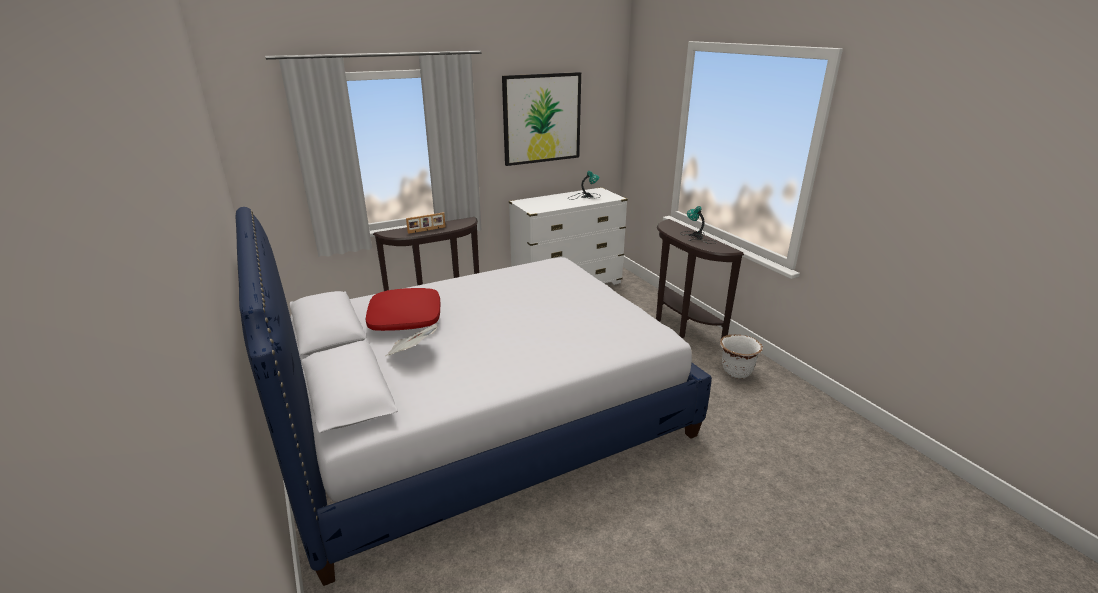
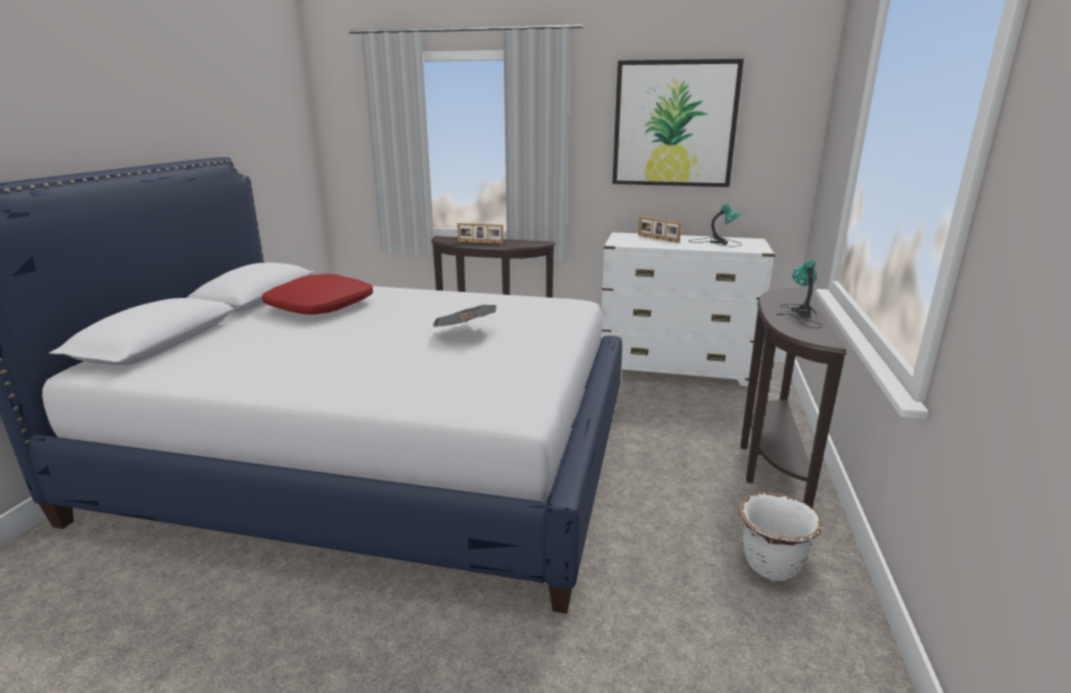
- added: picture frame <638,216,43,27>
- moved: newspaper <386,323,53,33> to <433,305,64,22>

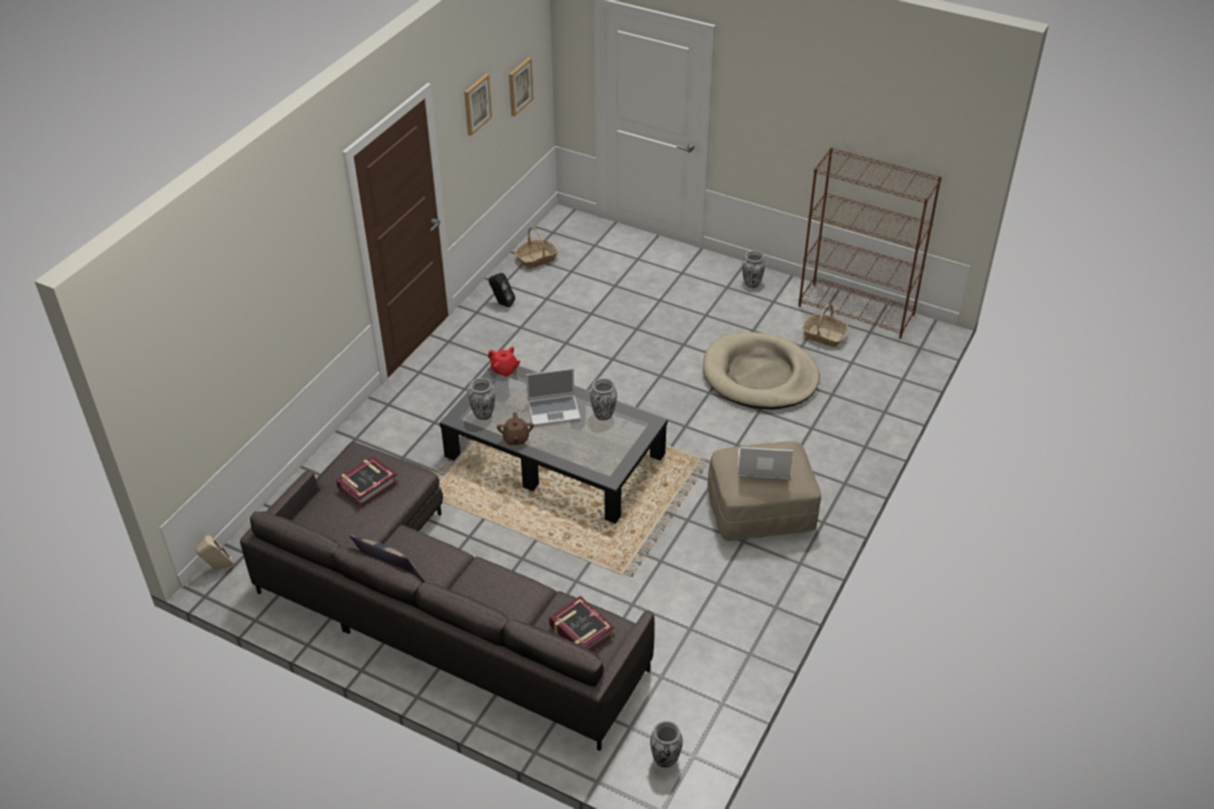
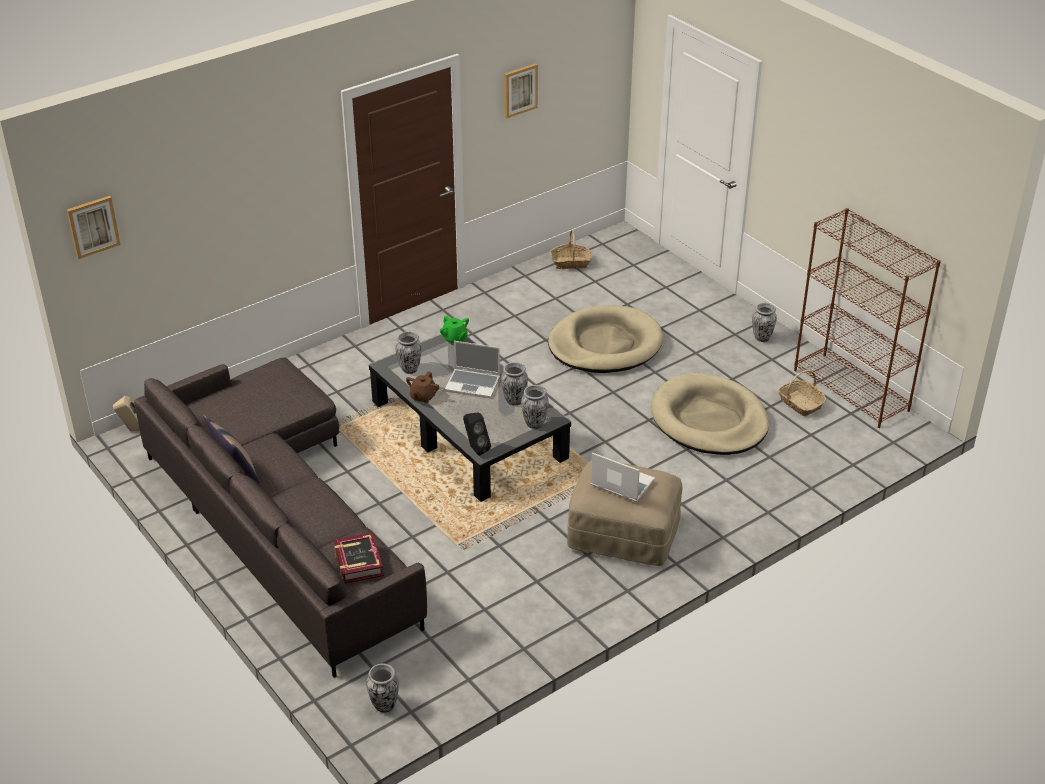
- removed: book <336,456,62,51>
- added: vase <521,385,28,44>
- added: beige dog bed <548,305,115,68>
- moved: black speaker <489,273,26,35> to <463,412,28,44>
- moved: picture <509,57,25,59> to <67,196,54,63>
- recoloured: red teapot <488,346,33,31> to green teapot <440,315,29,30>

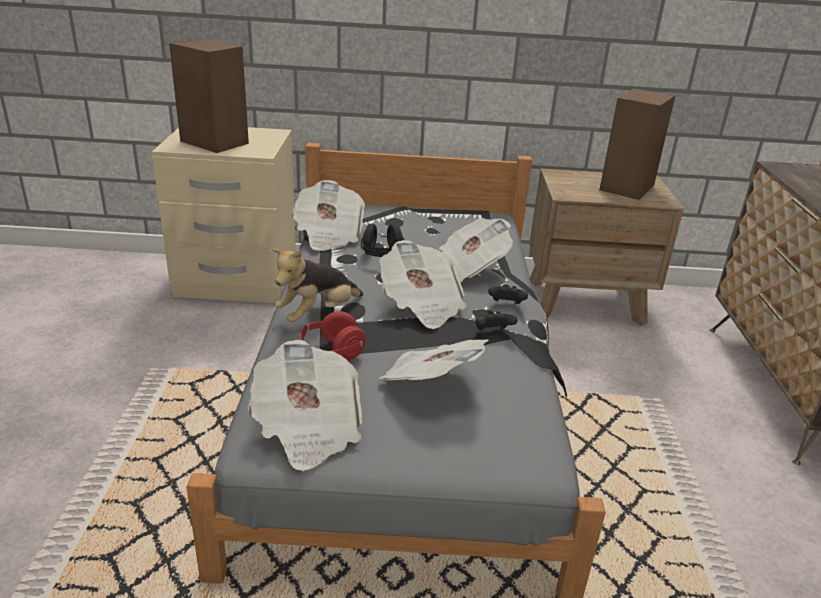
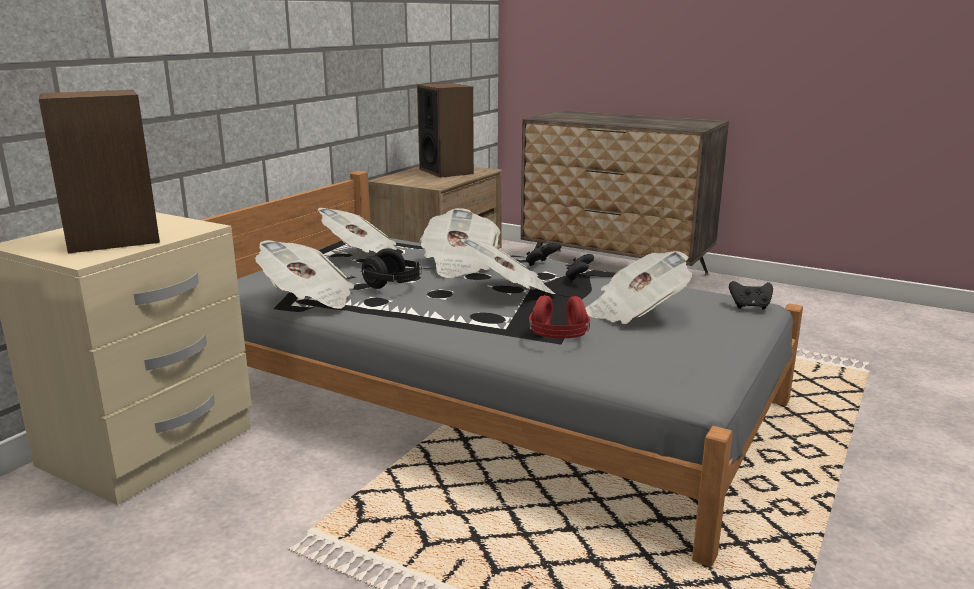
- removed: plush toy <272,249,91,73>
- added: black game controller <729,281,44,29>
- moved: newspaper <248,340,114,131> to <318,208,79,45>

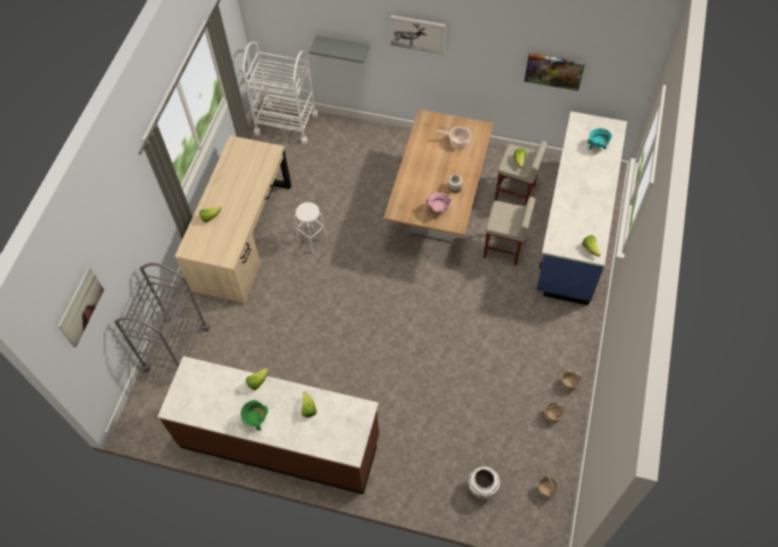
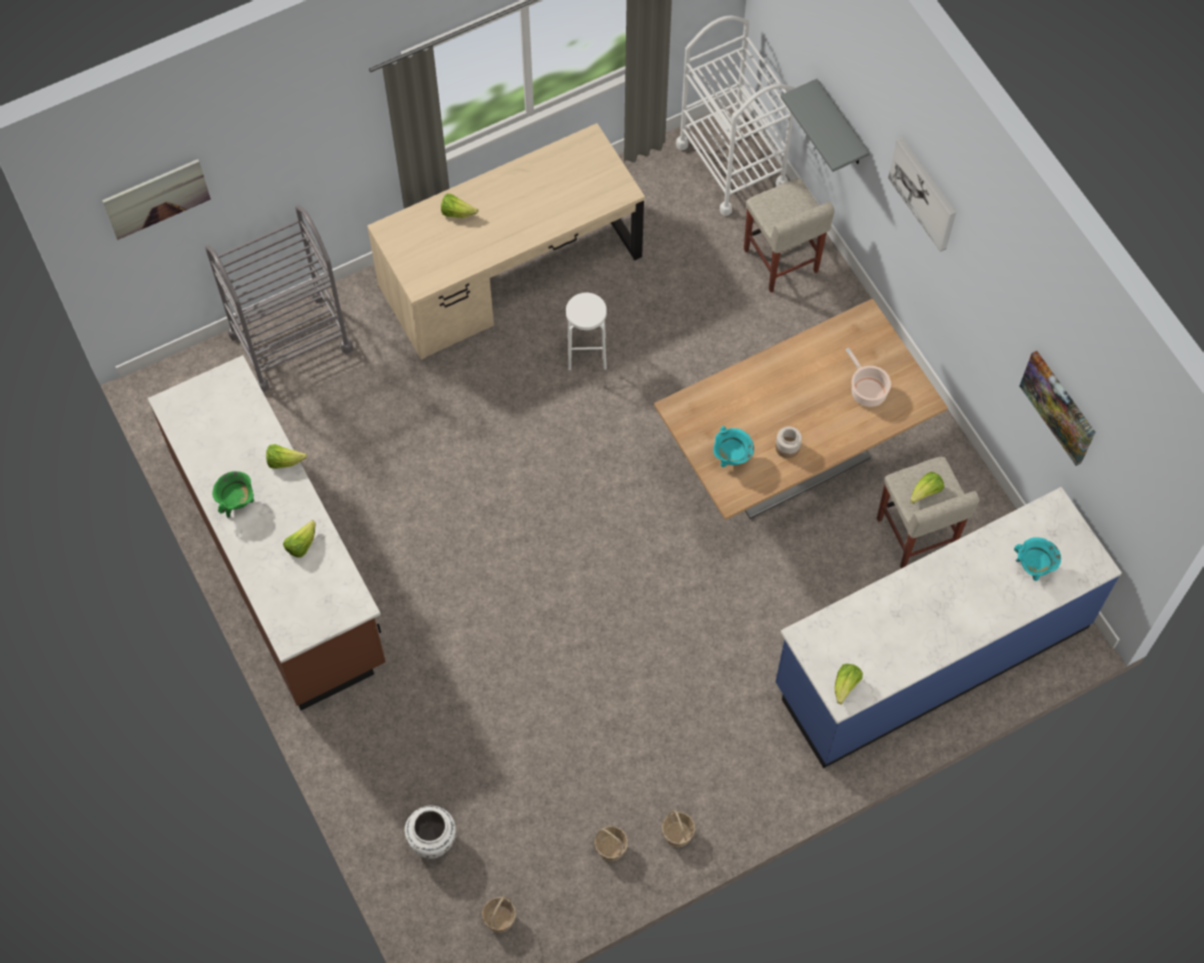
- moved: beige stool <483,196,52,70> to <744,178,91,115>
- recoloured: pink cooking pot <426,193,26,23> to turquoise cooking pot <713,426,41,41>

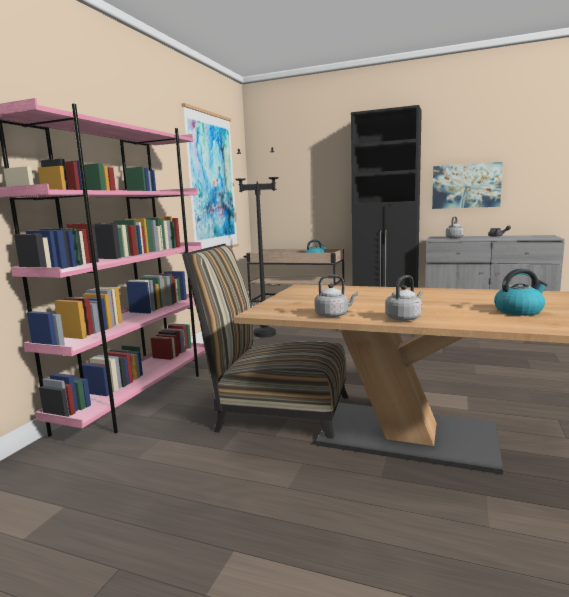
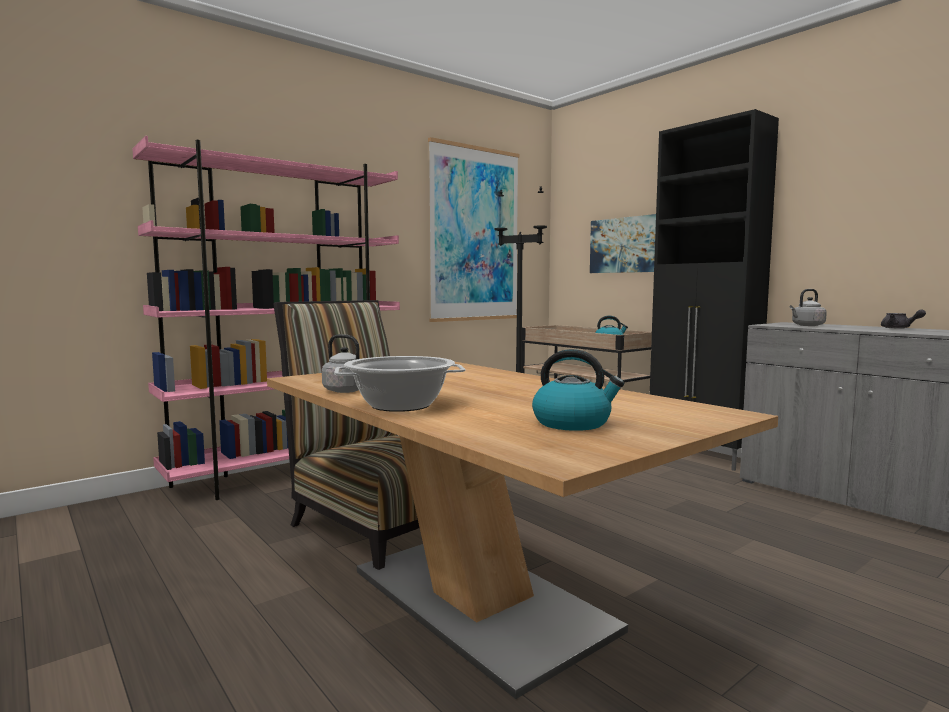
- moved: picture <432,162,71,47> to <590,214,66,59>
- replaced: grey kettle <385,275,38,46> to cooking pot <334,356,131,56>

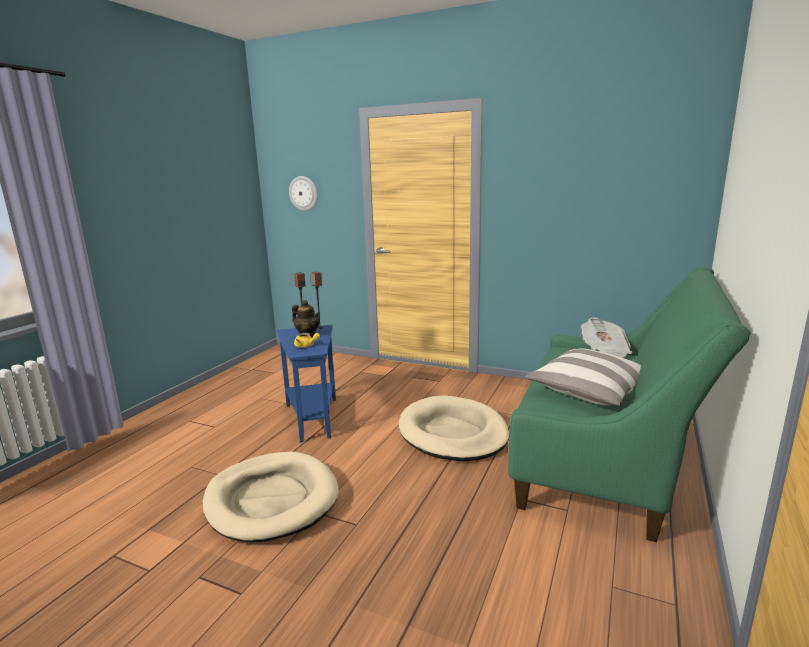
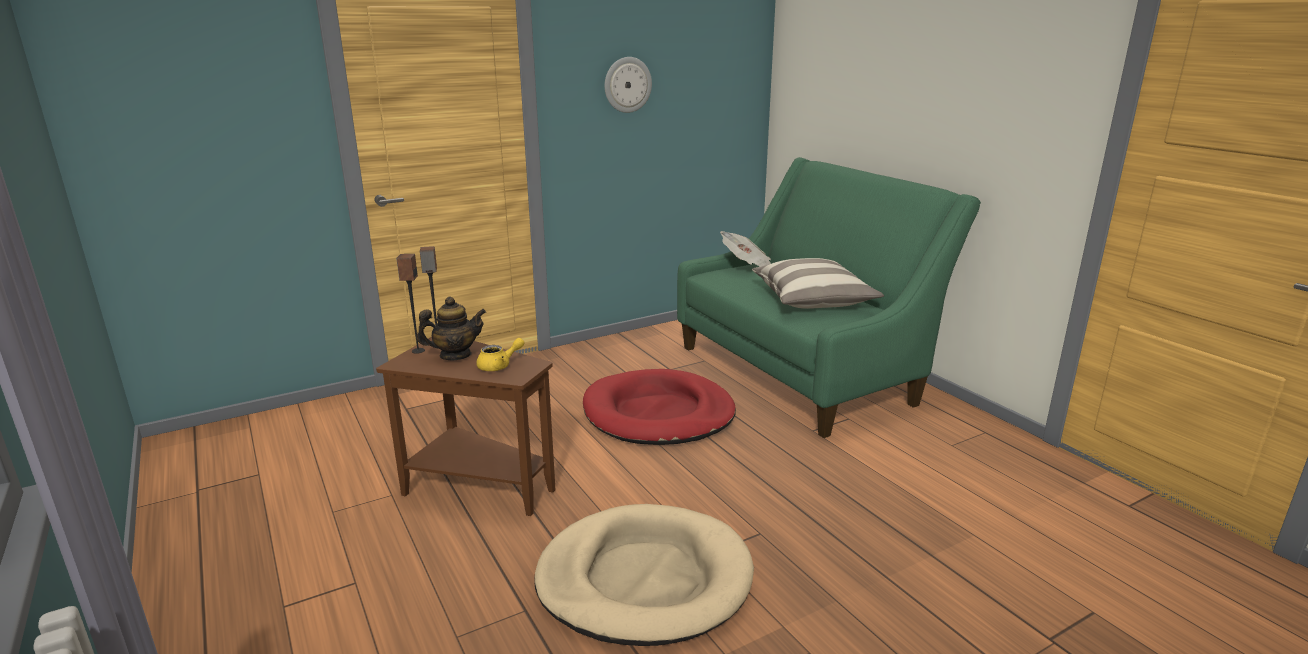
- moved: wall clock <289,176,29,35> to <605,57,47,56>
- recoloured: blue side table <276,325,60,117> to brown side table <376,337,179,179>
- recoloured: beige dog bed <399,395,110,66> to red dog bed <583,369,153,76>

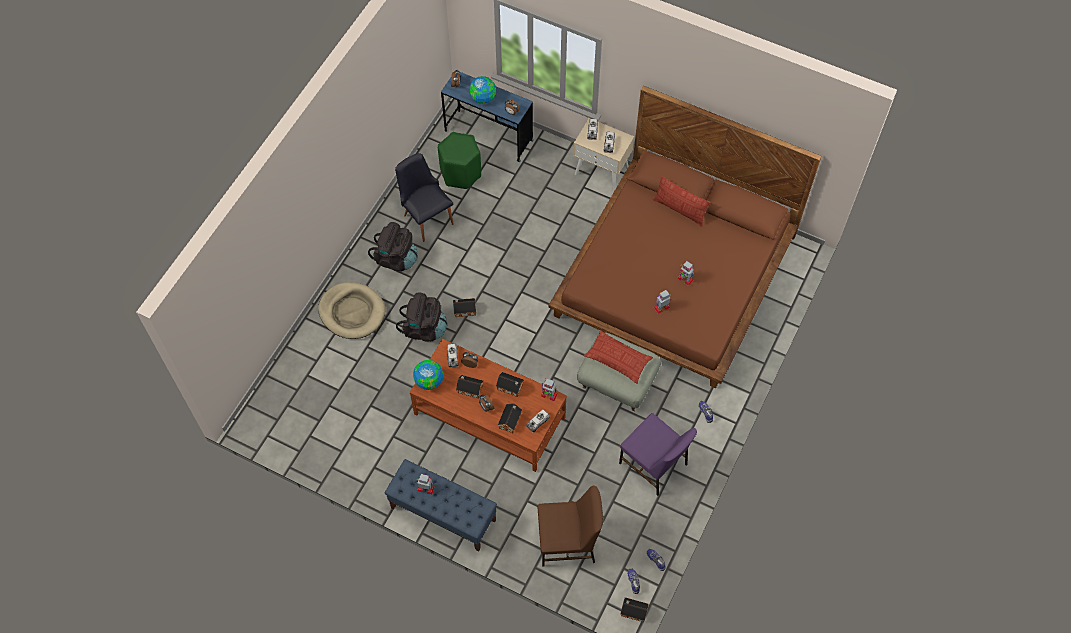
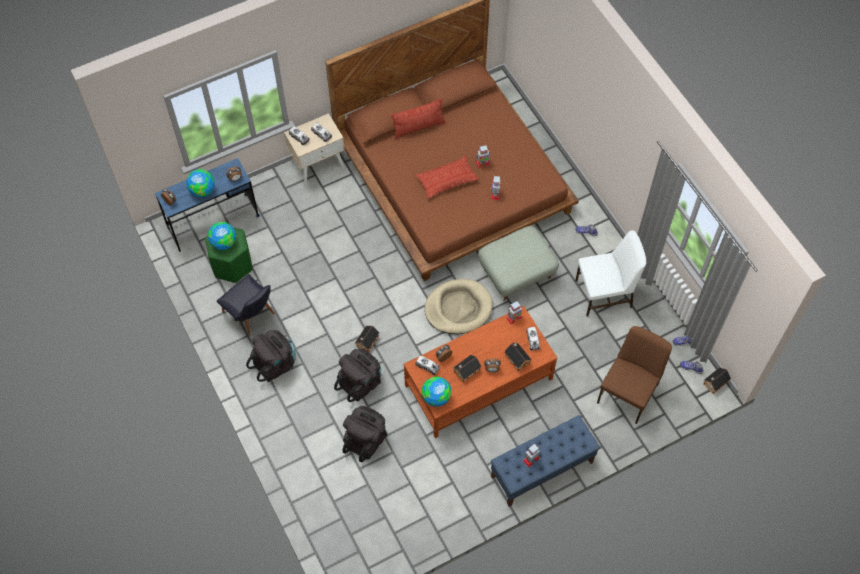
- removed: toy house <496,372,28,25>
- added: globe <208,222,28,28>
- added: black backpack <343,406,44,56>
- moved: beige dog bed <318,282,67,57> to <425,279,68,56>
- moved: pillow <584,330,69,54> to <416,156,63,43>
- recoloured: purple chair <619,413,78,83> to white chair <575,230,71,86>
- turned: black chair <395,153,59,89> = <217,274,58,62> 135 degrees counterclockwise

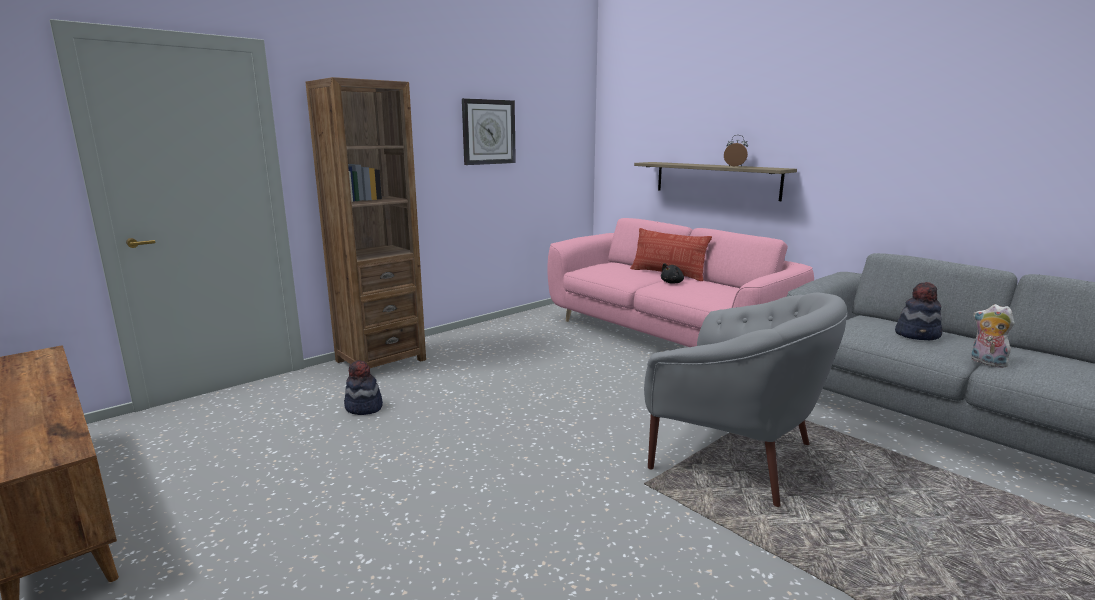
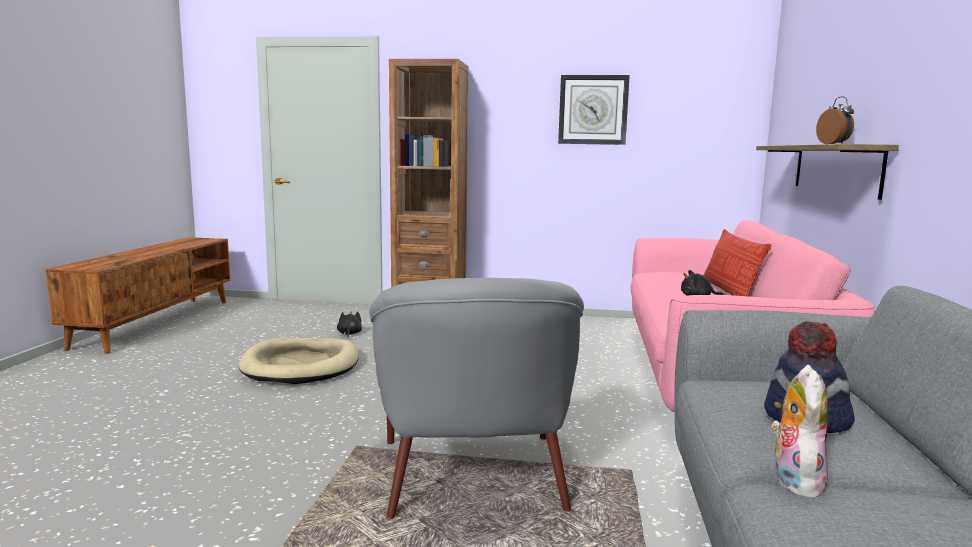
- added: beige dog bed <239,338,120,46>
- replaced: hat <344,360,39,55> to black plush toy <337,311,25,27>

